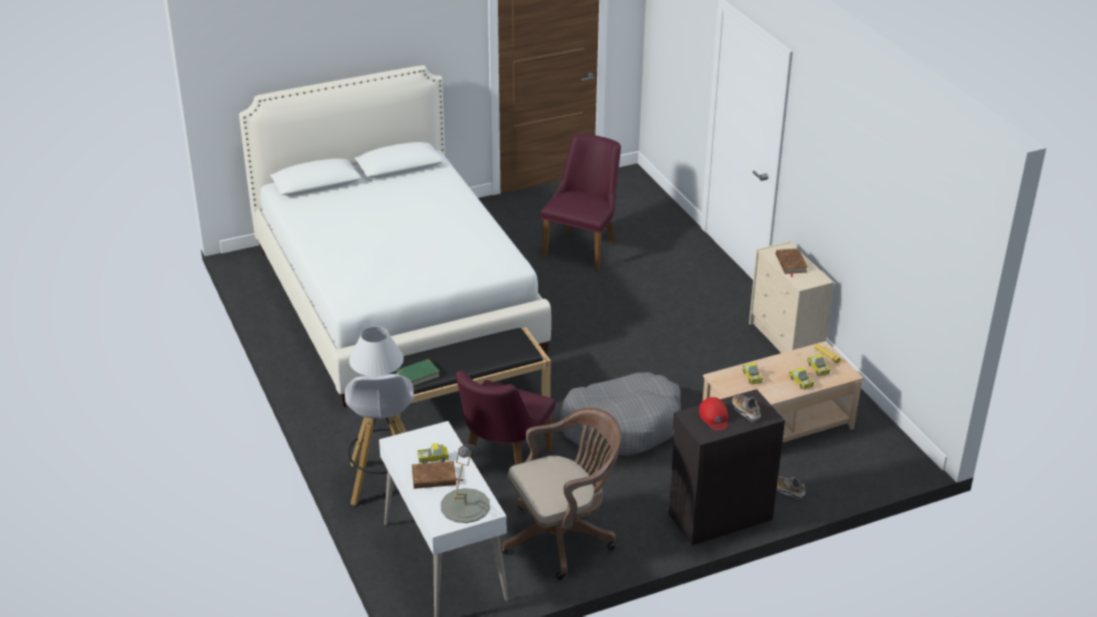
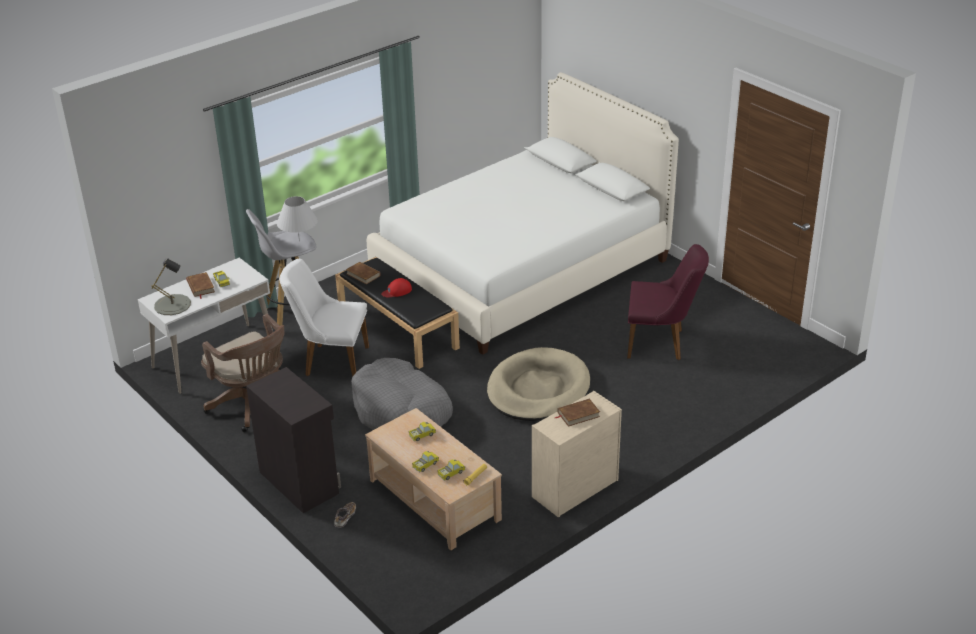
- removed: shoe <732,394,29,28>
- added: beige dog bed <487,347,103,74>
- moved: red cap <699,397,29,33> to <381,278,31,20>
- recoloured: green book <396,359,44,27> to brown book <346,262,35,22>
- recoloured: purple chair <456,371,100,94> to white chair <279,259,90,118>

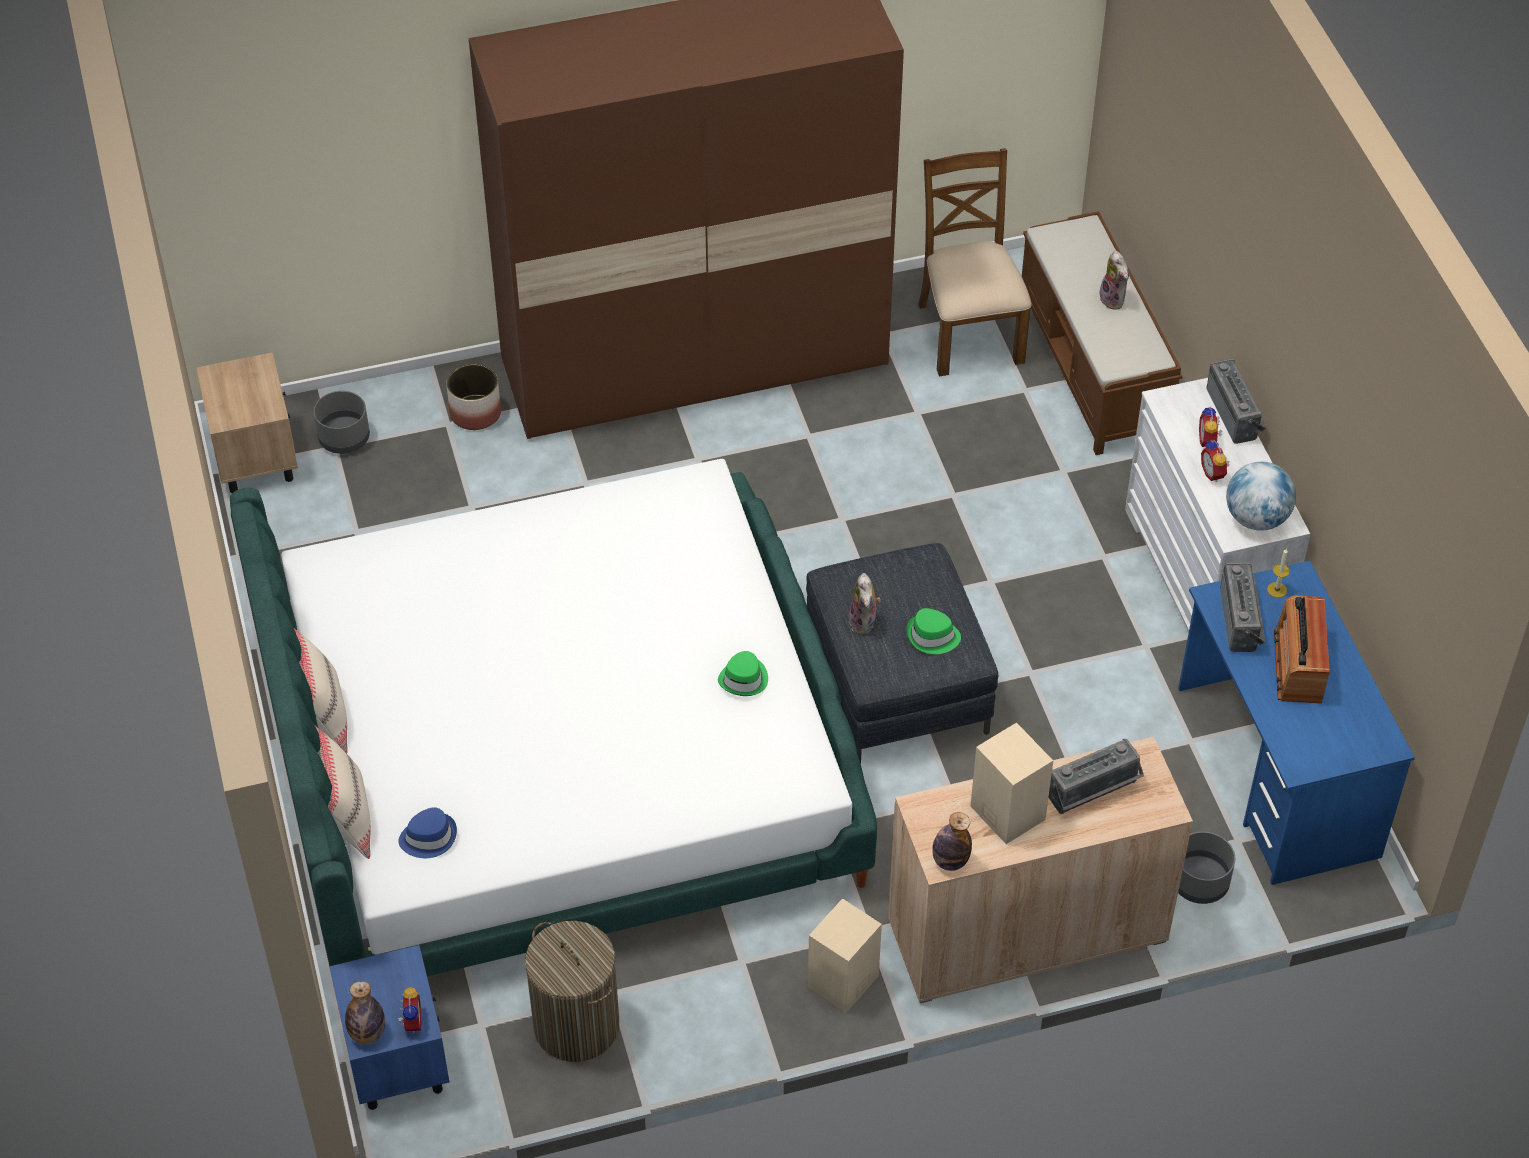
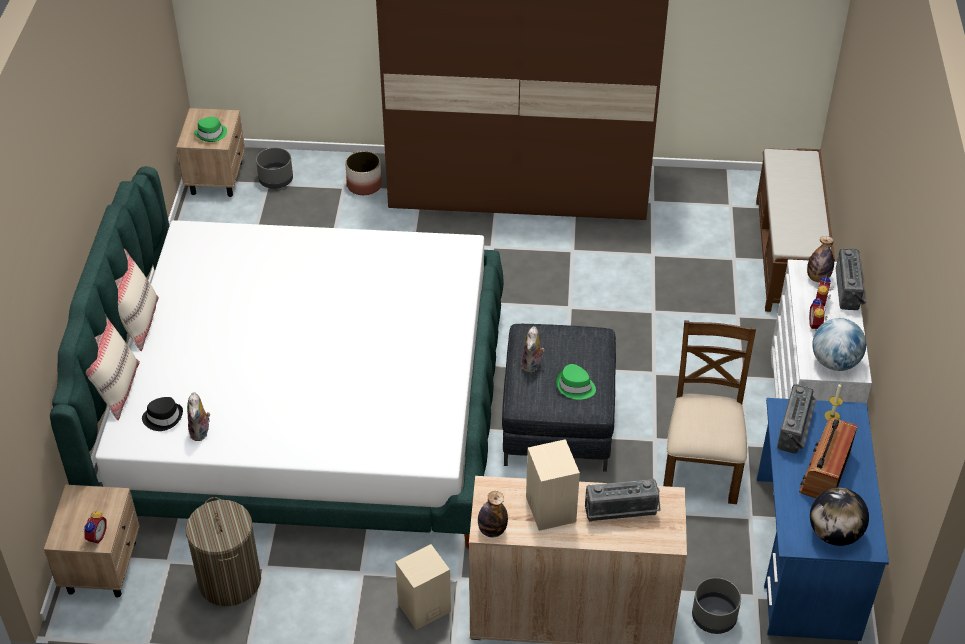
- added: globe <810,487,59,59>
- moved: bottle <345,981,40,63> to <807,236,27,46>
- moved: green hat <718,651,50,45> to <194,117,33,25>
- moved: brown chair <918,148,114,228> to <663,320,93,184>
- moved: plush toy <1099,251,31,59> to <187,392,23,49>
- recoloured: blue nightstand <329,945,120,165> to beige nightstand <44,485,95,113>
- recoloured: blue hat <398,807,59,51> to black hat <142,397,41,34>

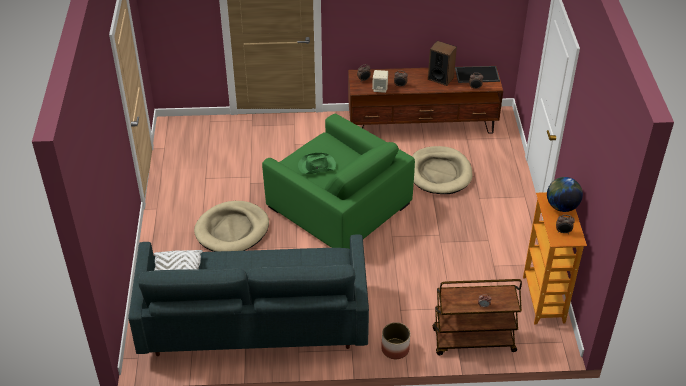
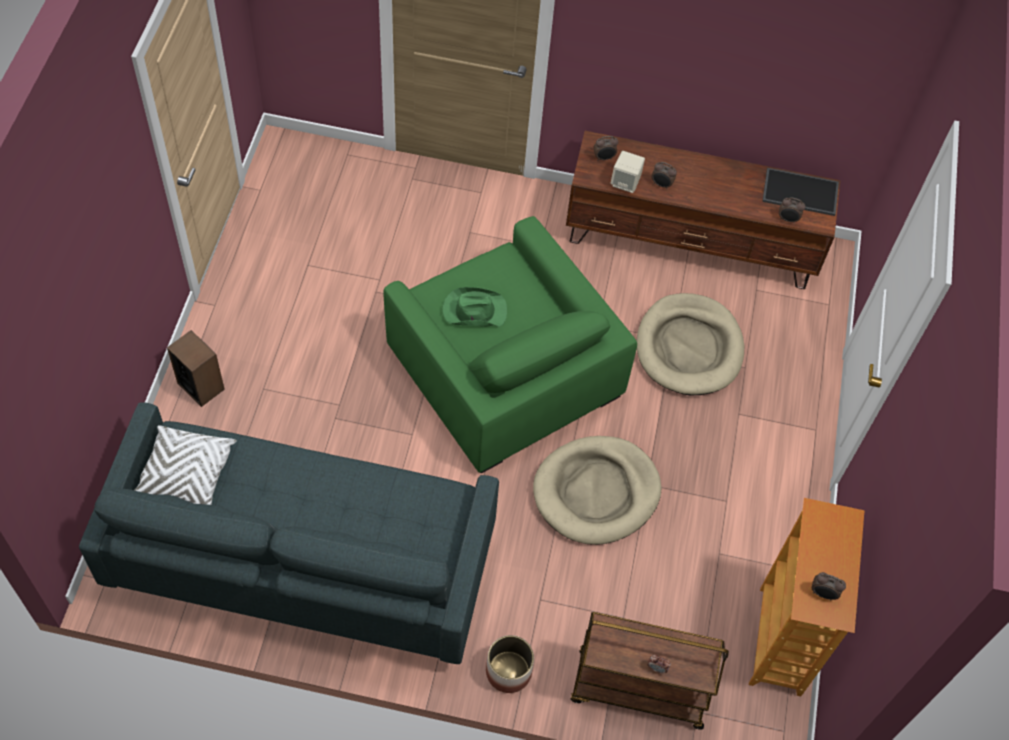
- removed: globe <547,177,36,35>
- moved: beige dog bed <194,201,75,51> to <533,436,128,109>
- moved: speaker <428,41,29,45> to <167,330,58,77>

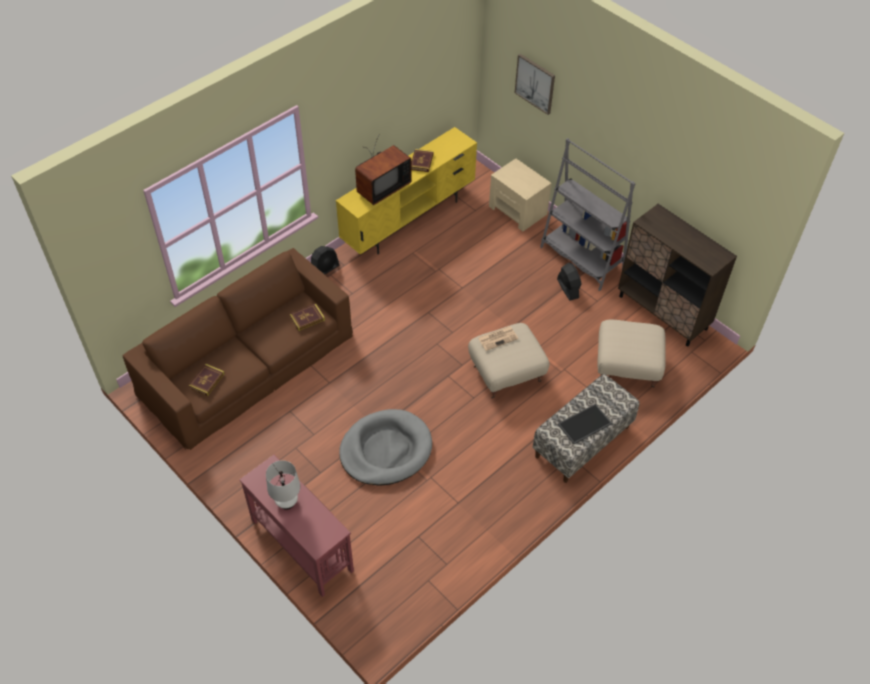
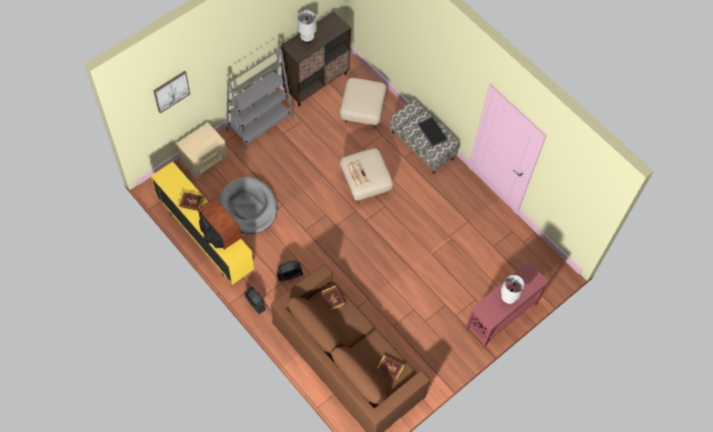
- added: white table lamp <297,11,20,32>
- moved: grey dog bed <339,409,93,77> to <219,177,58,57>
- moved: black fan <557,263,25,38> to <277,261,26,20>

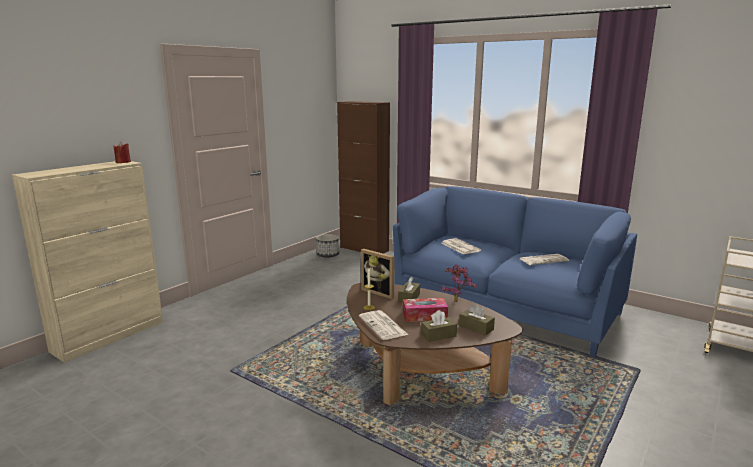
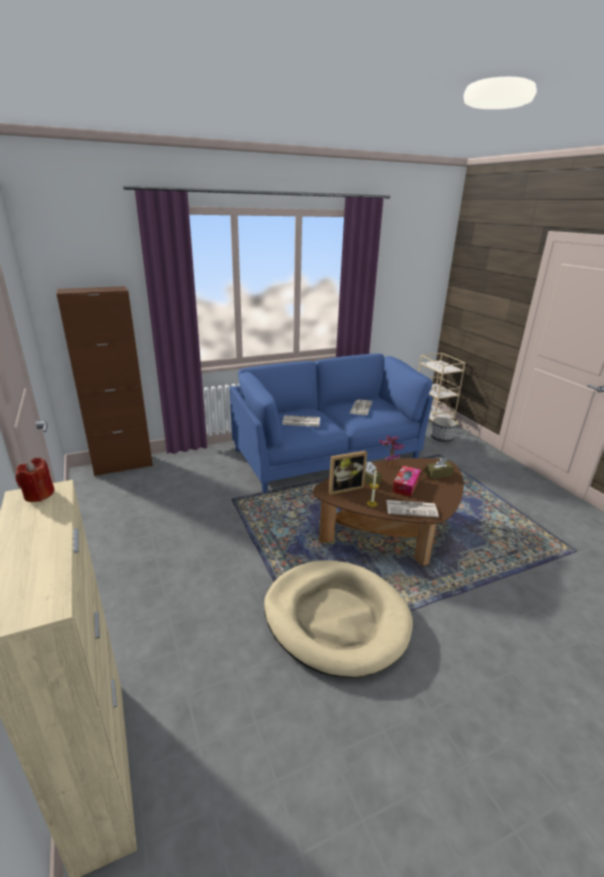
- removed: brown tissue box <421,310,36,32>
- added: beige dog bed <264,560,149,118>
- moved: planter <316,234,23,24> to <431,417,26,25>

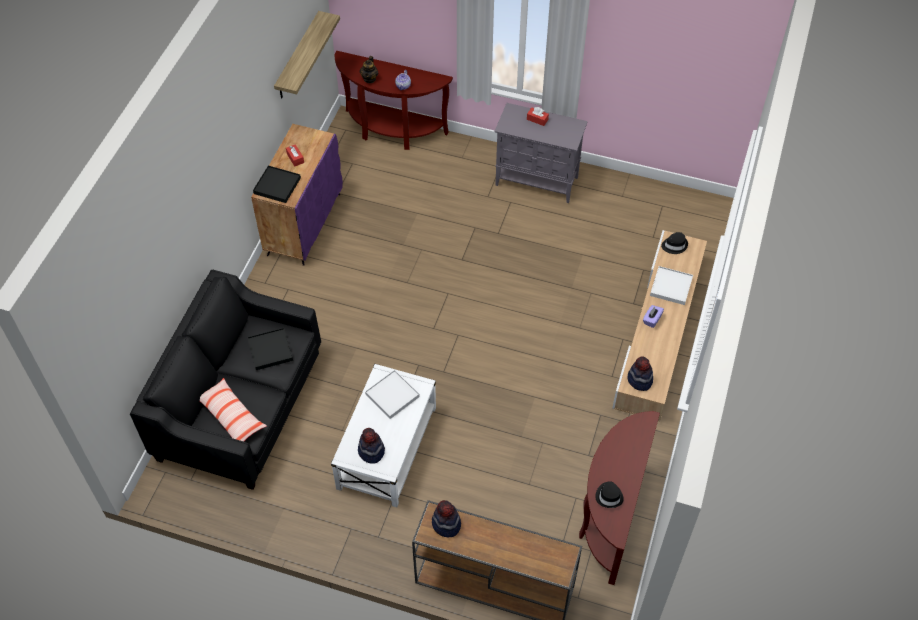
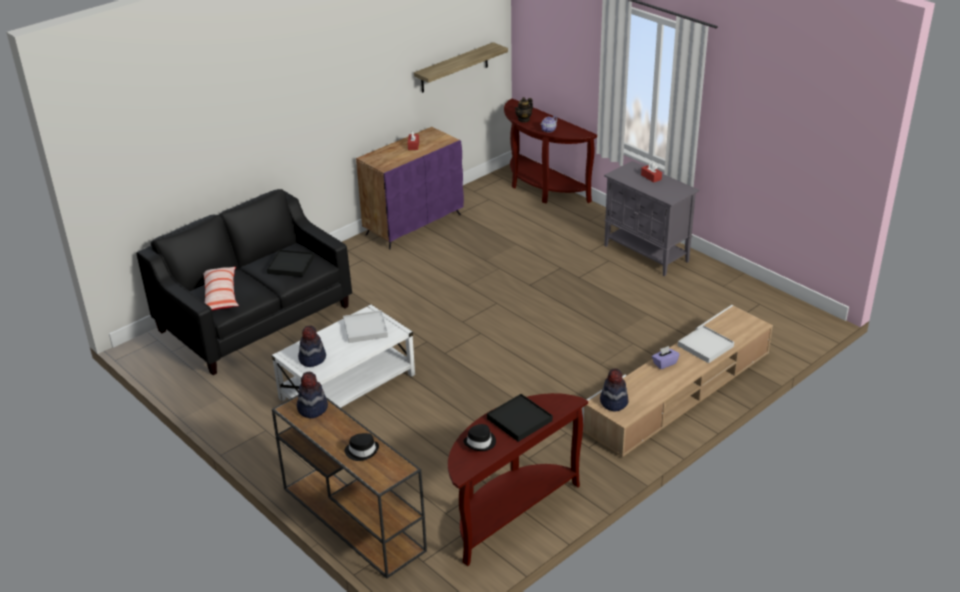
- moved: black tray <253,165,48,38> to <487,394,66,48>
- moved: black hat <661,232,27,22> to <344,433,35,28>

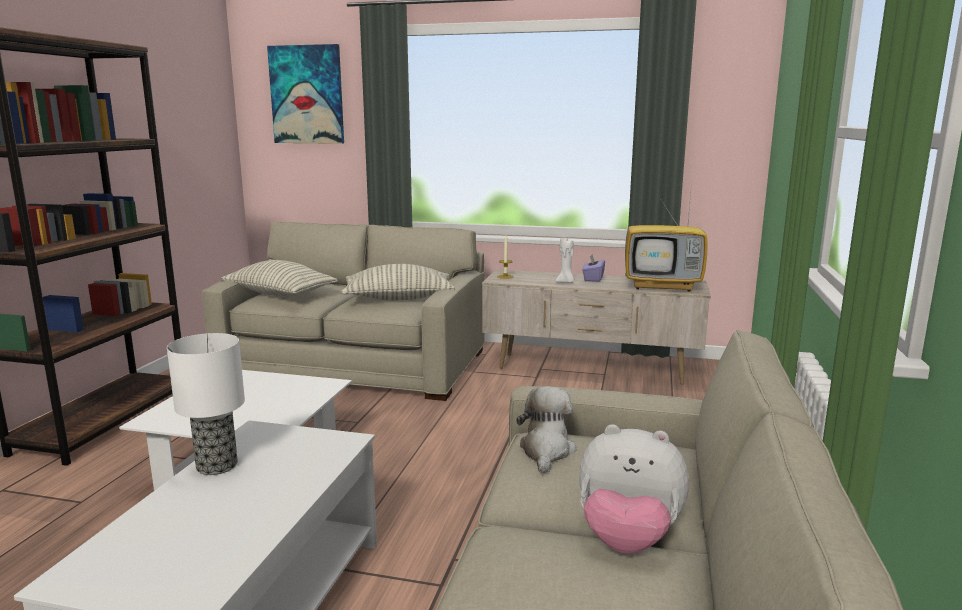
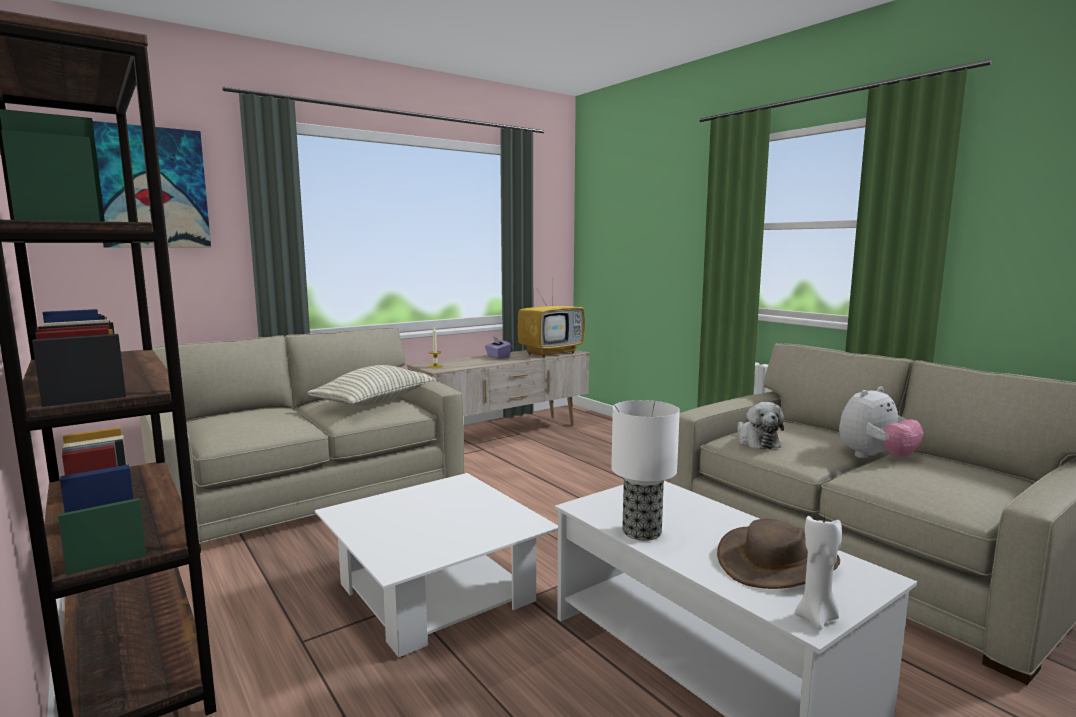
- removed: pillow <220,260,118,37>
- added: brown hat <717,519,123,70>
- moved: white candle <556,238,18,45> to <795,514,47,116>
- turned: plush toy <516,386,61,88> = <737,402,47,47> 150 degrees counterclockwise

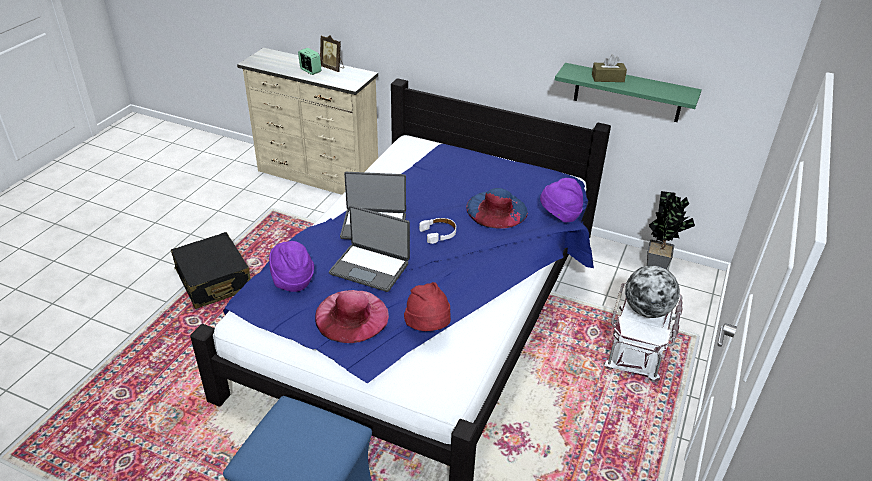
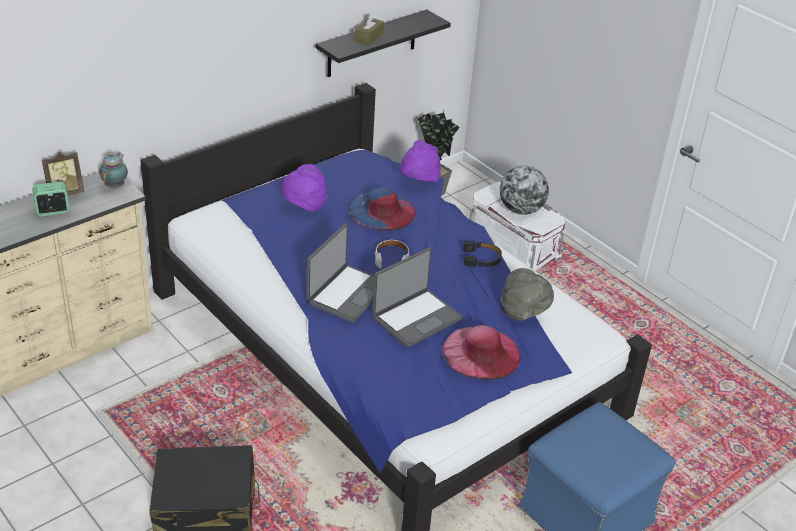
- added: teapot <99,152,29,36>
- added: black headphones <463,241,39,26>
- moved: purple hat <269,241,45,51> to <281,164,46,48>
- recoloured: red hat <404,282,47,49> to grey hat <501,268,53,53>
- recoloured: green shelf <555,63,147,59> to black shelf <316,9,135,68>

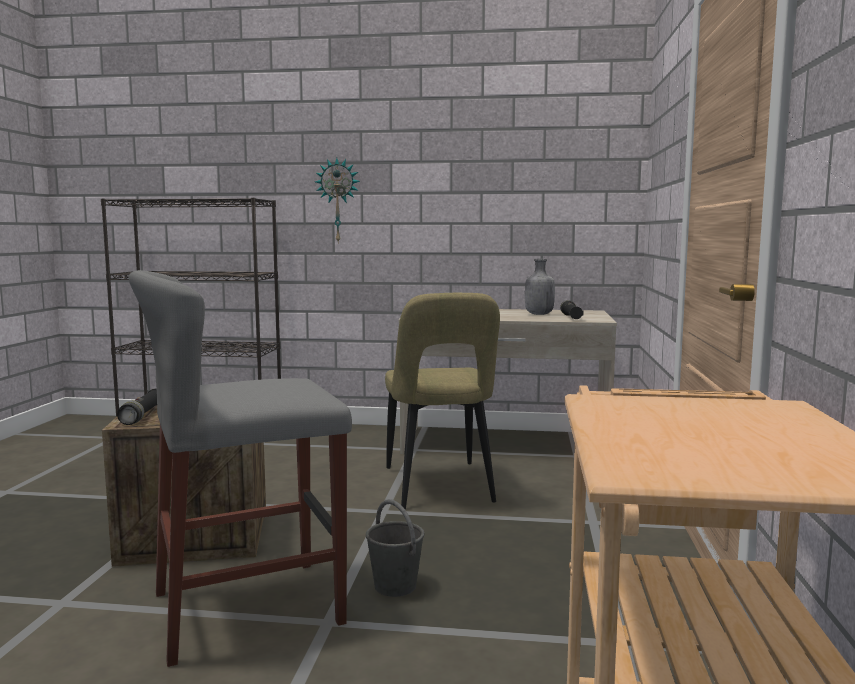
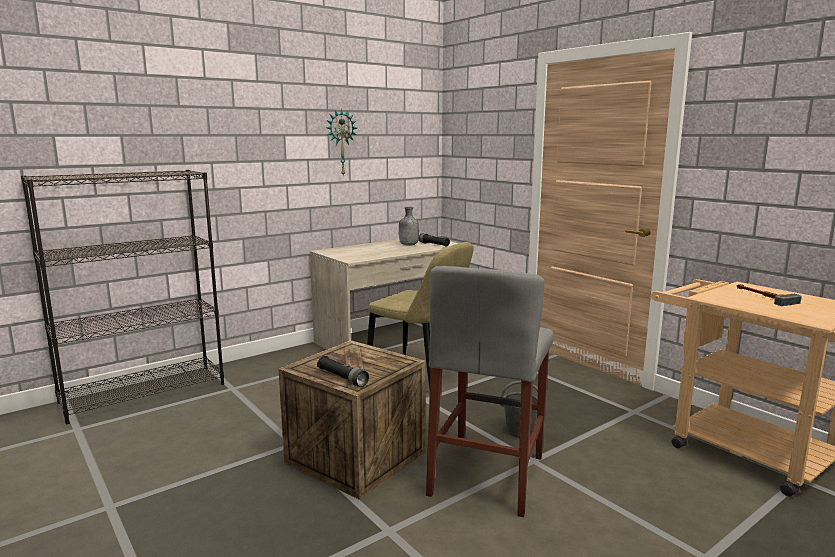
- added: hammer <737,284,65,22>
- moved: wall clock <315,158,45,86> to <326,108,31,69>

